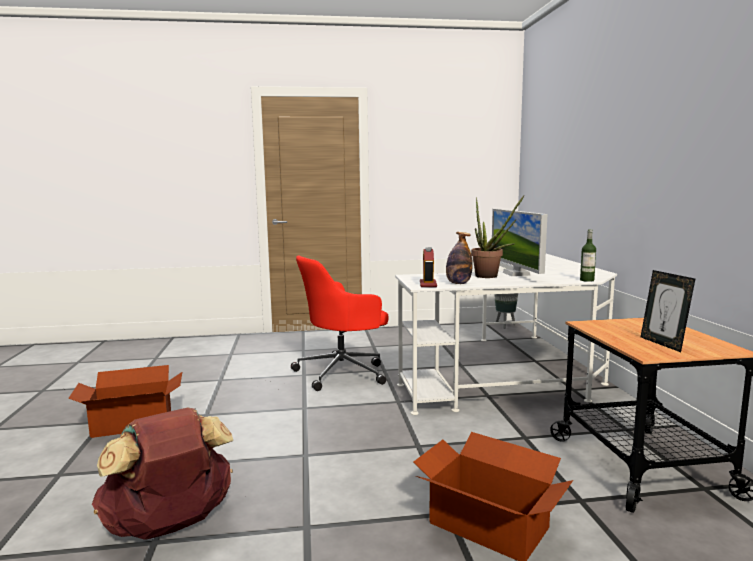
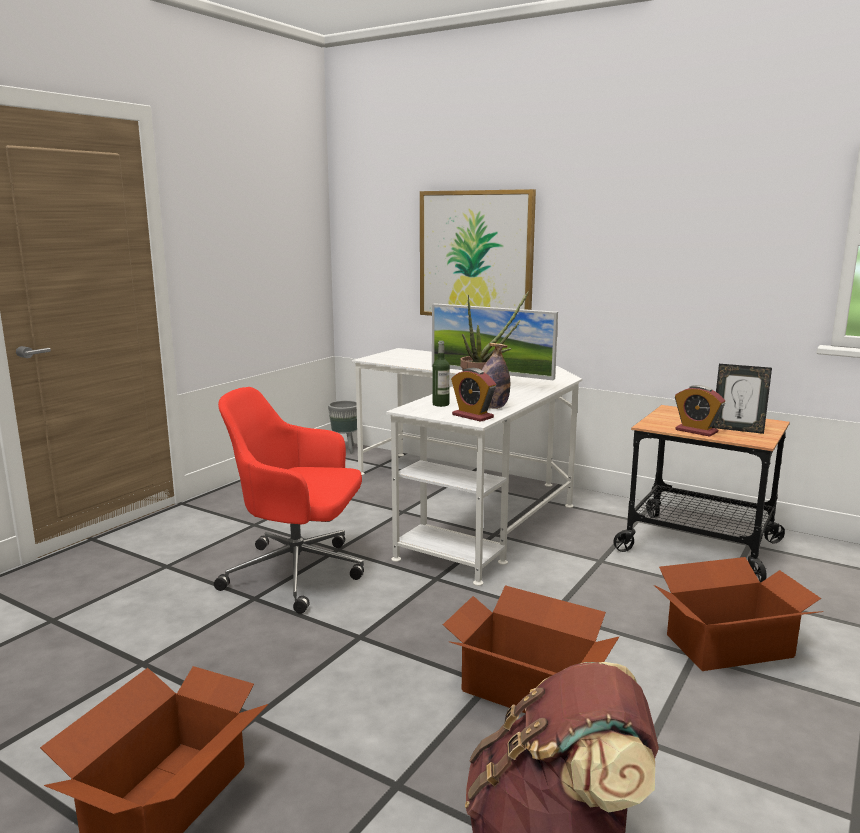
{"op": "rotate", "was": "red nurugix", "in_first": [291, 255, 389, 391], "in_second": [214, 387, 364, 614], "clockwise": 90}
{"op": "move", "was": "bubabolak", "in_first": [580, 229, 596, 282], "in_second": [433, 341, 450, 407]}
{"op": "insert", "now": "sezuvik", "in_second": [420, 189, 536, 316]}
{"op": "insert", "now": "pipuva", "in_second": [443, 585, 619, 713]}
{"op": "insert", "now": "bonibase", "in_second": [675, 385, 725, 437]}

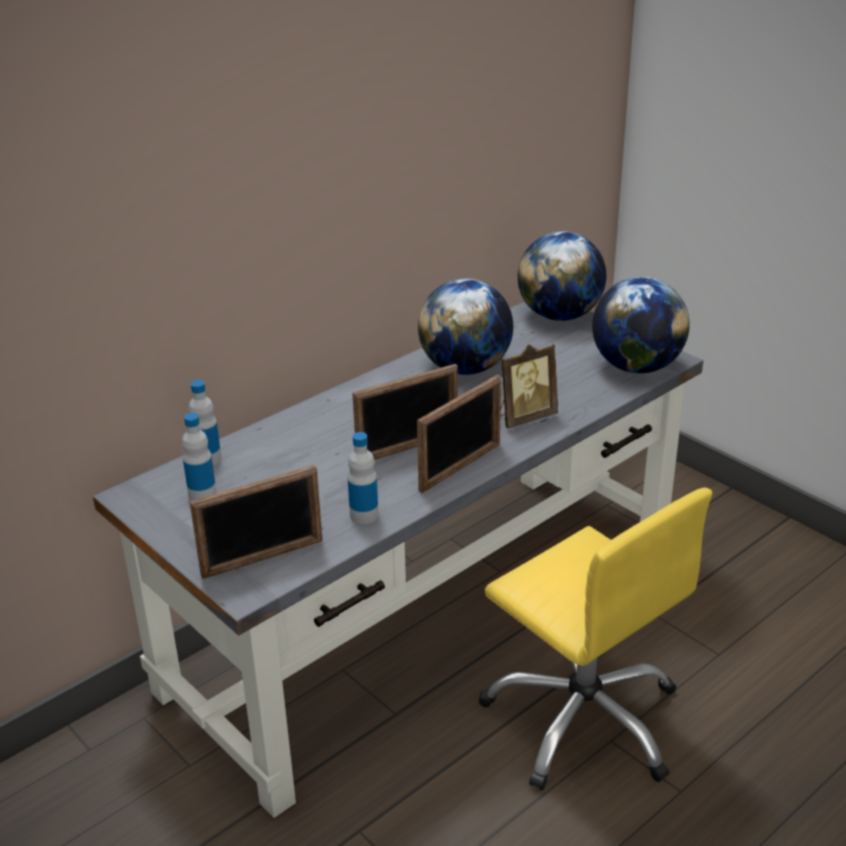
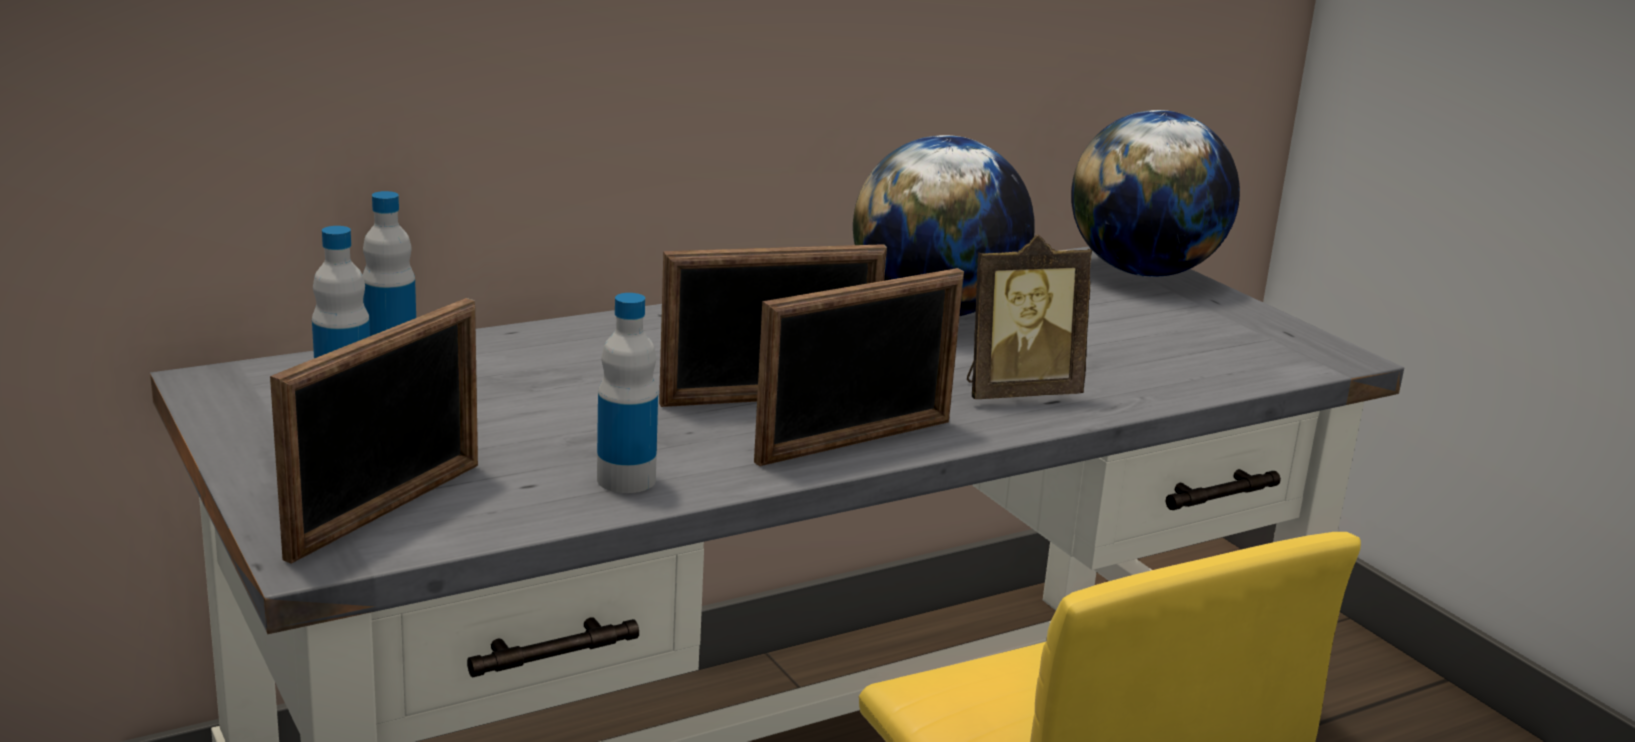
{"op": "rotate", "was": "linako", "in_first": [189, 465, 323, 579], "in_second": [270, 298, 478, 564], "clockwise": -45}
{"op": "delete", "was": "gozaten", "in_first": [592, 277, 690, 373]}

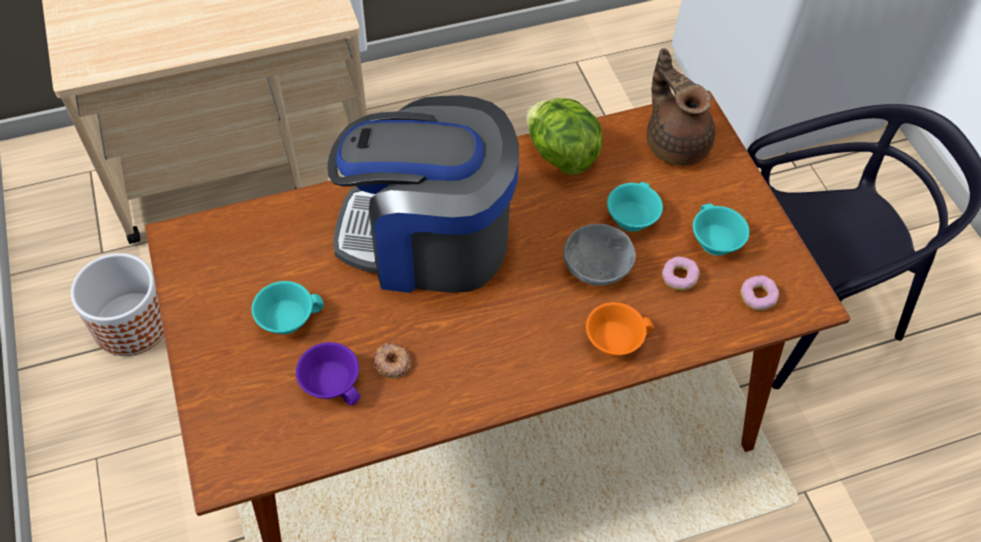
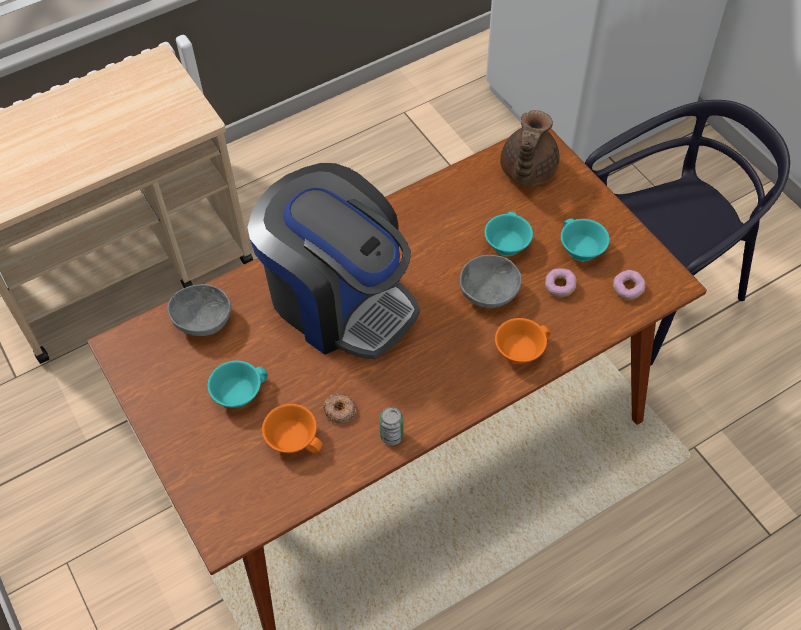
{"op": "delete", "was": "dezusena", "in_first": [71, 253, 164, 356]}
{"op": "recolor", "was": "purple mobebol", "now": "orange mobebol", "in_first": [296, 342, 360, 405], "in_second": [262, 404, 323, 454]}
{"op": "rotate", "was": "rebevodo", "in_first": [327, 95, 519, 293], "in_second": [247, 163, 420, 359], "clockwise": -135}
{"op": "delete", "was": "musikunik", "in_first": [526, 98, 603, 174]}
{"op": "rotate", "was": "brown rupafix", "in_first": [647, 48, 715, 166], "in_second": [500, 110, 559, 185], "clockwise": -120}
{"op": "insert", "now": "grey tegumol", "in_second": [168, 284, 231, 336]}
{"op": "insert", "now": "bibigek", "in_second": [379, 407, 404, 445]}

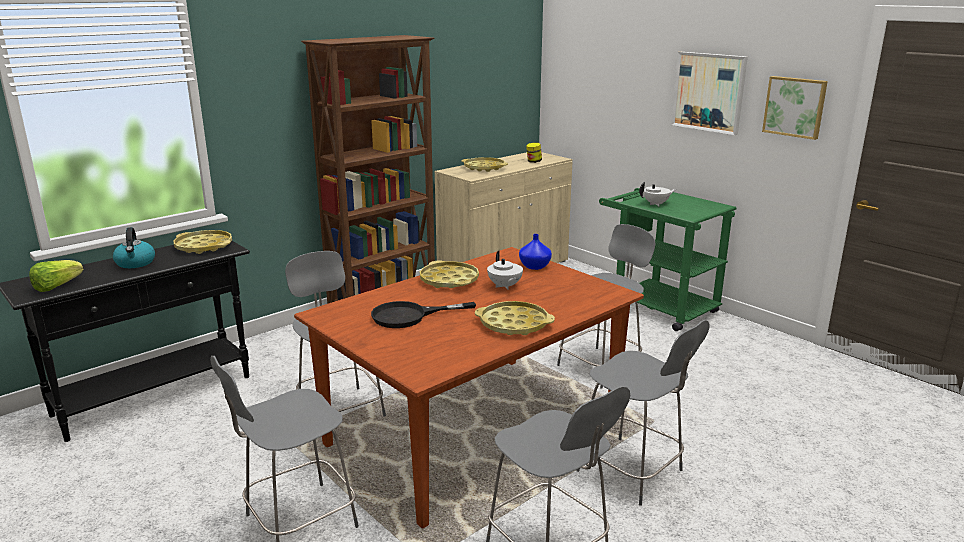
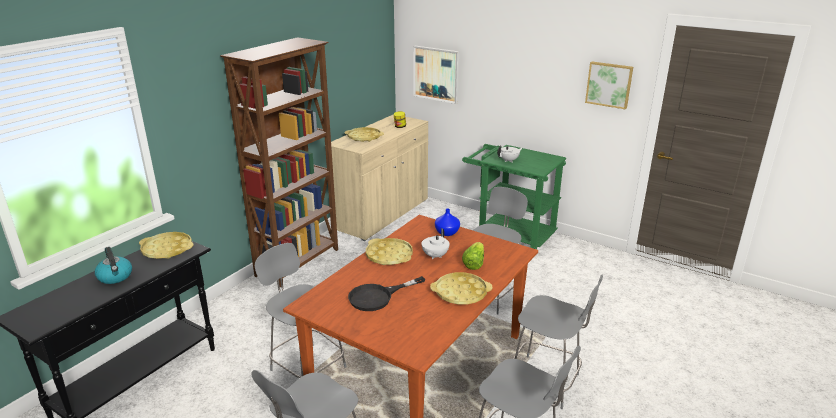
{"op": "move", "was": "musikunik", "in_first": [29, 260, 84, 292], "in_second": [462, 242, 484, 270]}
{"op": "rotate", "was": "white rupafix", "in_first": [487, 251, 523, 290], "in_second": [421, 228, 450, 260], "clockwise": 60}
{"op": "move", "was": "sezuvik", "in_first": [671, 52, 748, 135], "in_second": [413, 46, 459, 104]}

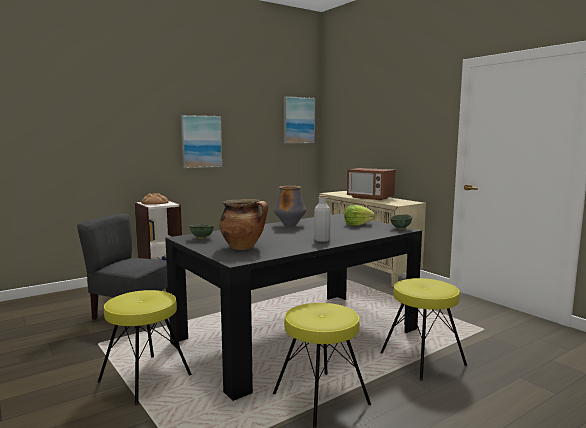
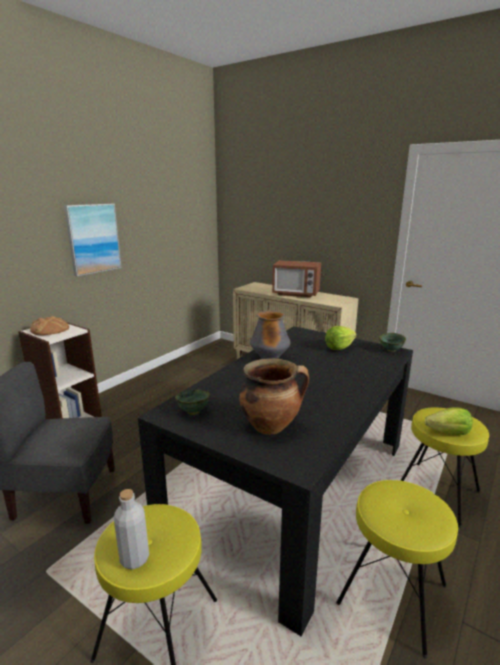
{"op": "delete", "was": "sezuvik", "in_first": [284, 96, 315, 143]}
{"op": "move", "was": "grey bubabolak", "in_first": [314, 195, 331, 242], "in_second": [114, 489, 149, 569]}
{"op": "insert", "now": "musikunik", "in_second": [425, 407, 473, 435]}

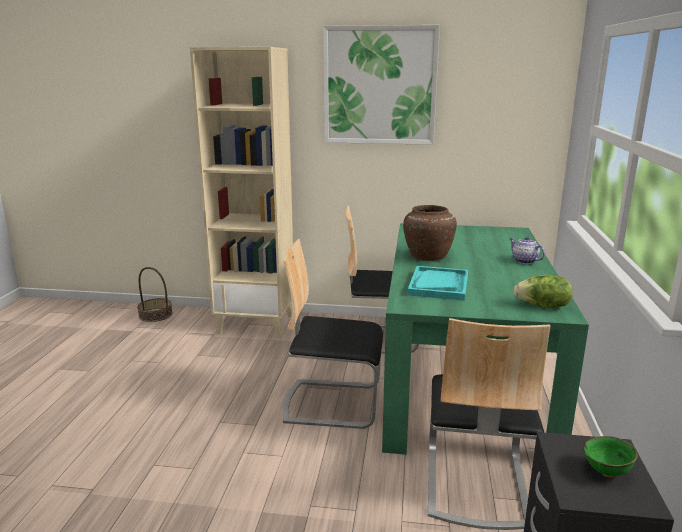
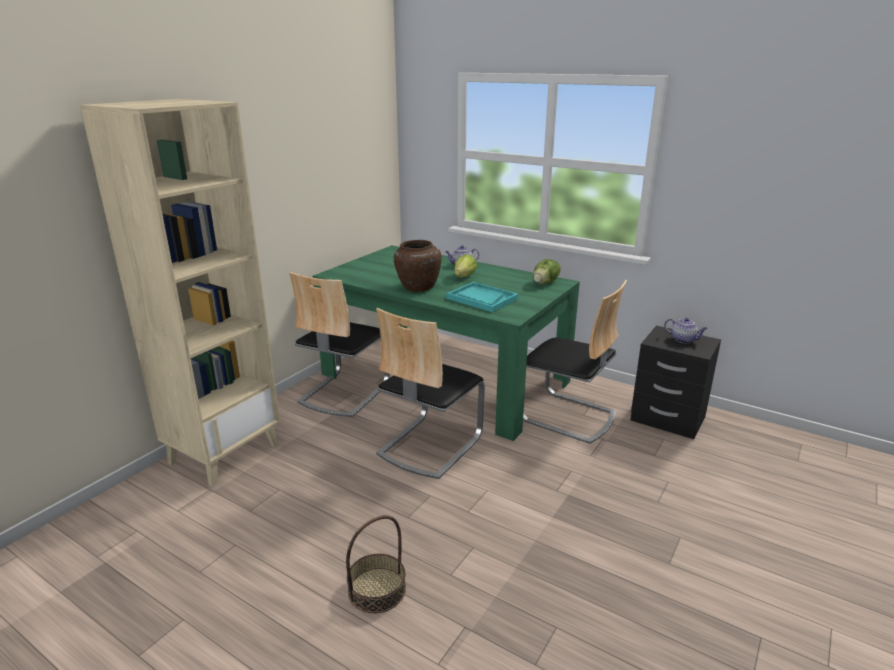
{"op": "move", "was": "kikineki", "in_first": [137, 267, 173, 322], "in_second": [346, 515, 406, 613]}
{"op": "delete", "was": "sezuvik", "in_first": [323, 25, 440, 145]}
{"op": "replace", "was": "green tegumol", "now": "rupafix", "in_first": [583, 436, 638, 478], "in_second": [664, 318, 708, 343]}
{"op": "insert", "now": "musikunik", "in_second": [454, 254, 477, 277]}

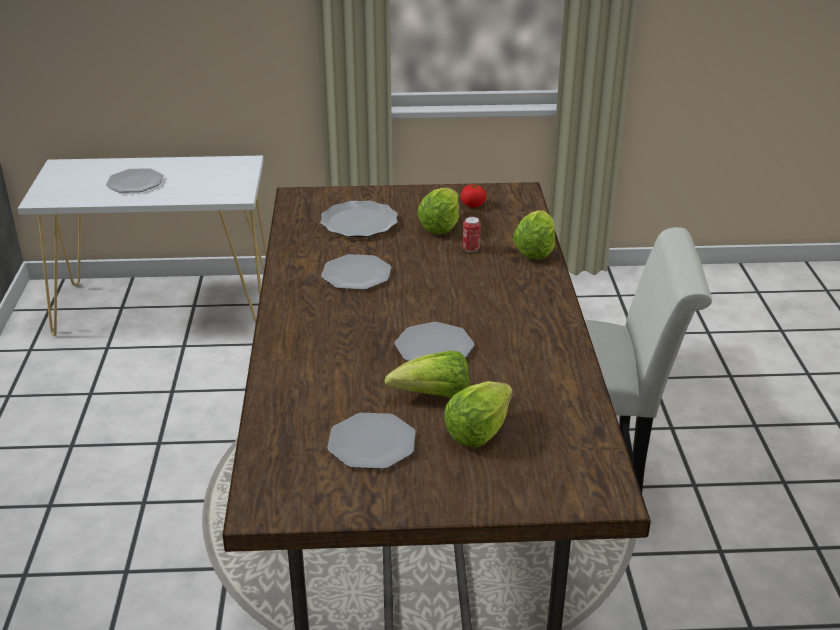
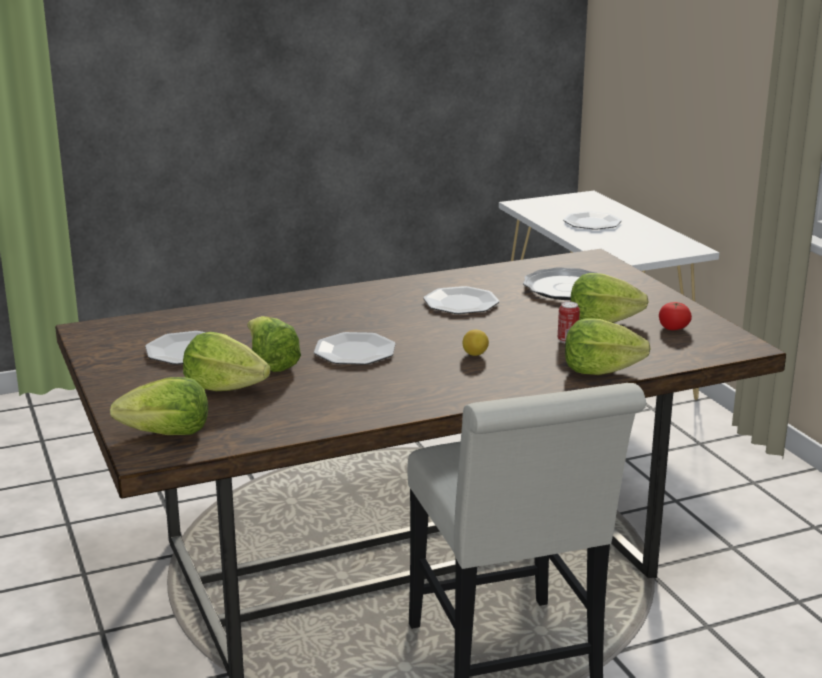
{"op": "insert", "now": "musikunik", "in_second": [110, 377, 208, 435]}
{"op": "insert", "now": "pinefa", "in_second": [463, 330, 489, 356]}

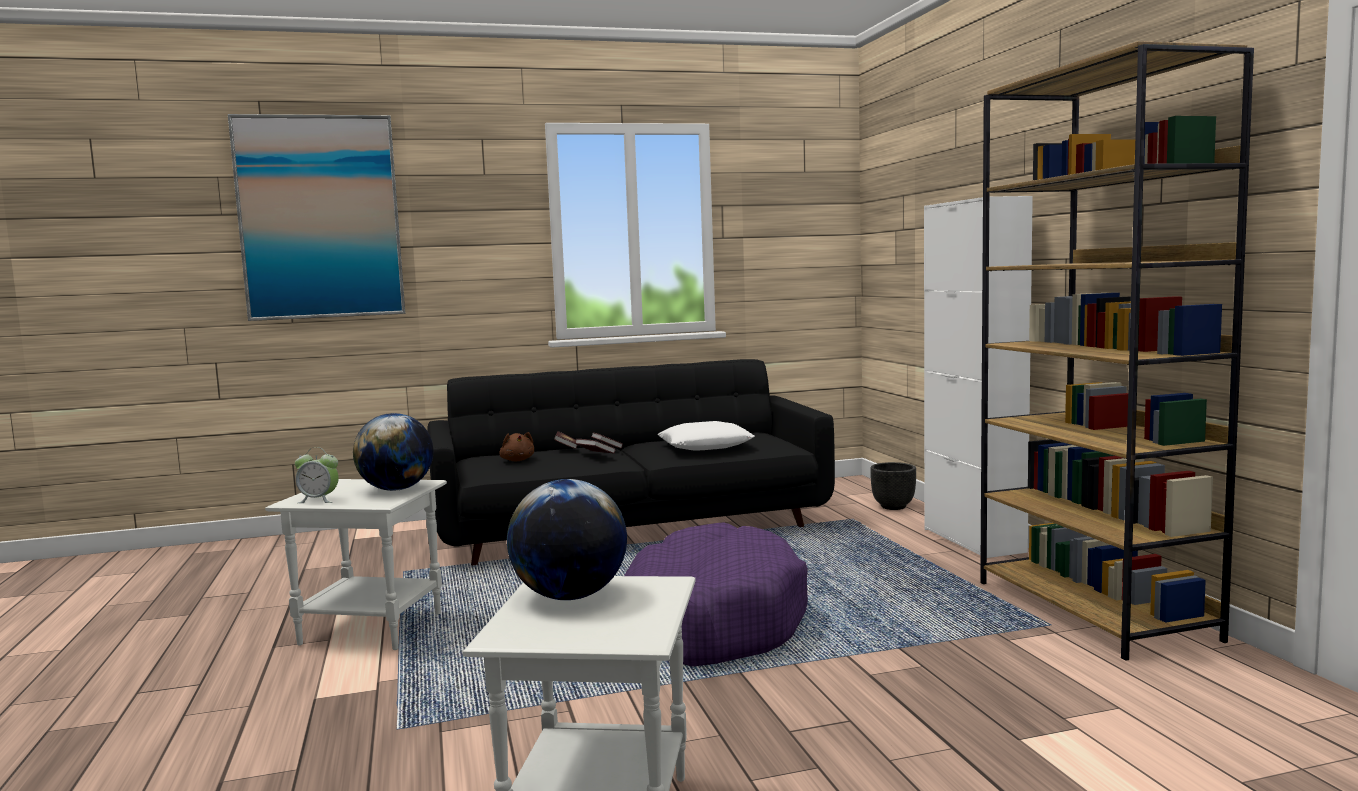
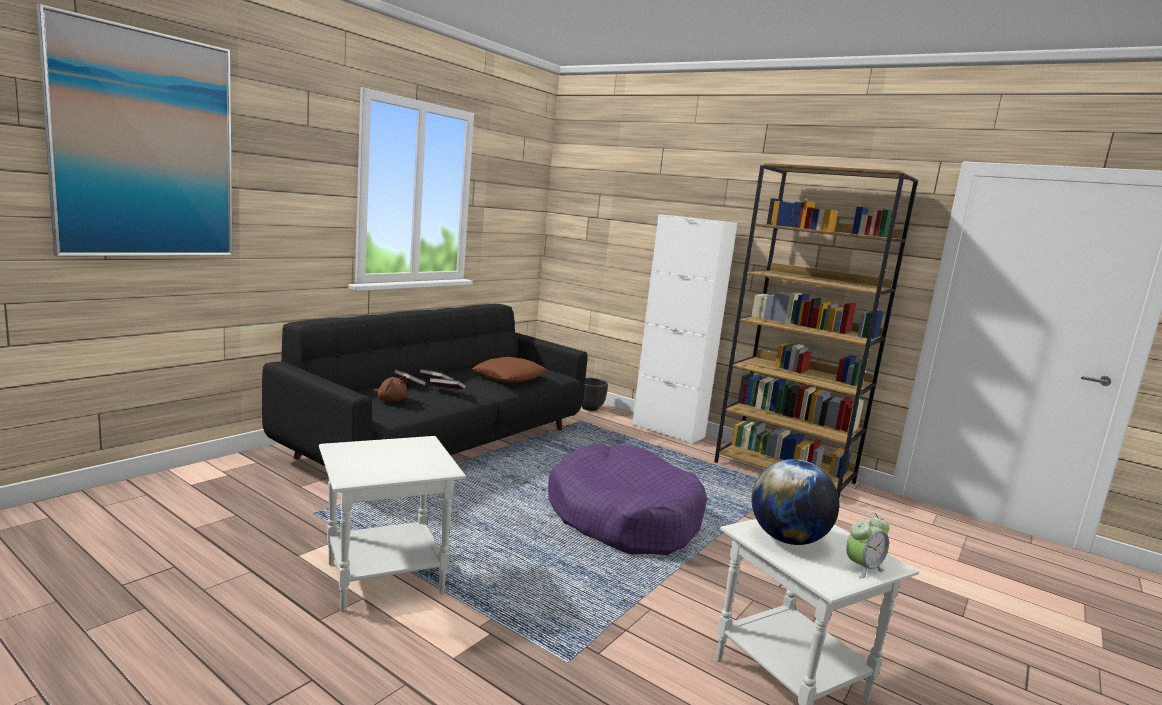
{"op": "move", "was": "bonibase", "in_first": [295, 447, 339, 503], "in_second": [846, 512, 889, 578]}
{"op": "delete", "was": "gozaten", "in_first": [353, 413, 433, 491]}
{"op": "recolor", "was": "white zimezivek", "now": "brown zimezivek", "in_first": [657, 421, 754, 451], "in_second": [472, 357, 547, 383]}

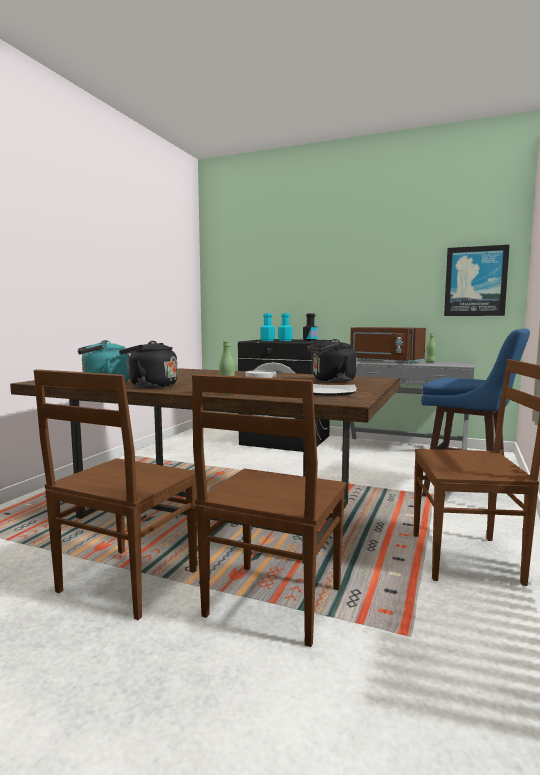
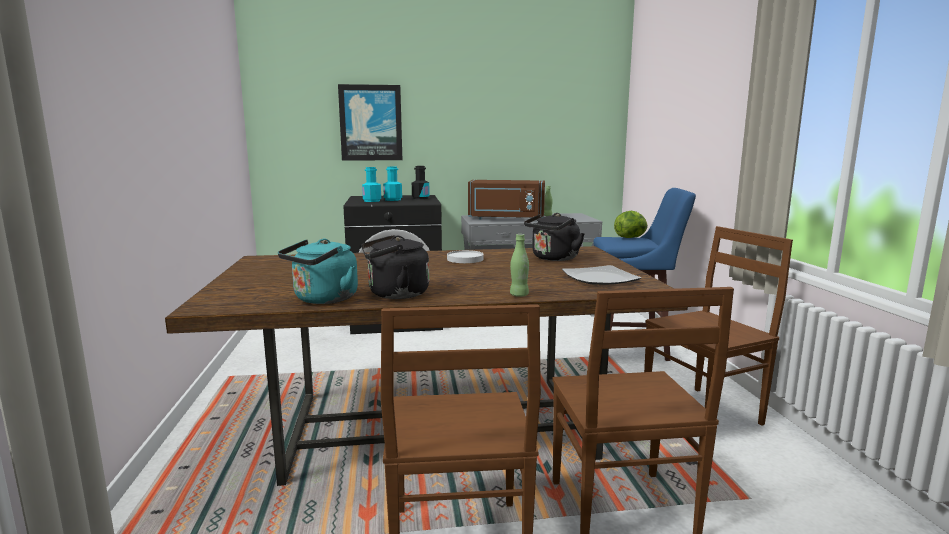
{"op": "move", "was": "sezuvik", "in_first": [444, 245, 509, 316], "in_second": [338, 84, 402, 161]}
{"op": "insert", "now": "musikunik", "in_second": [614, 211, 648, 238]}

